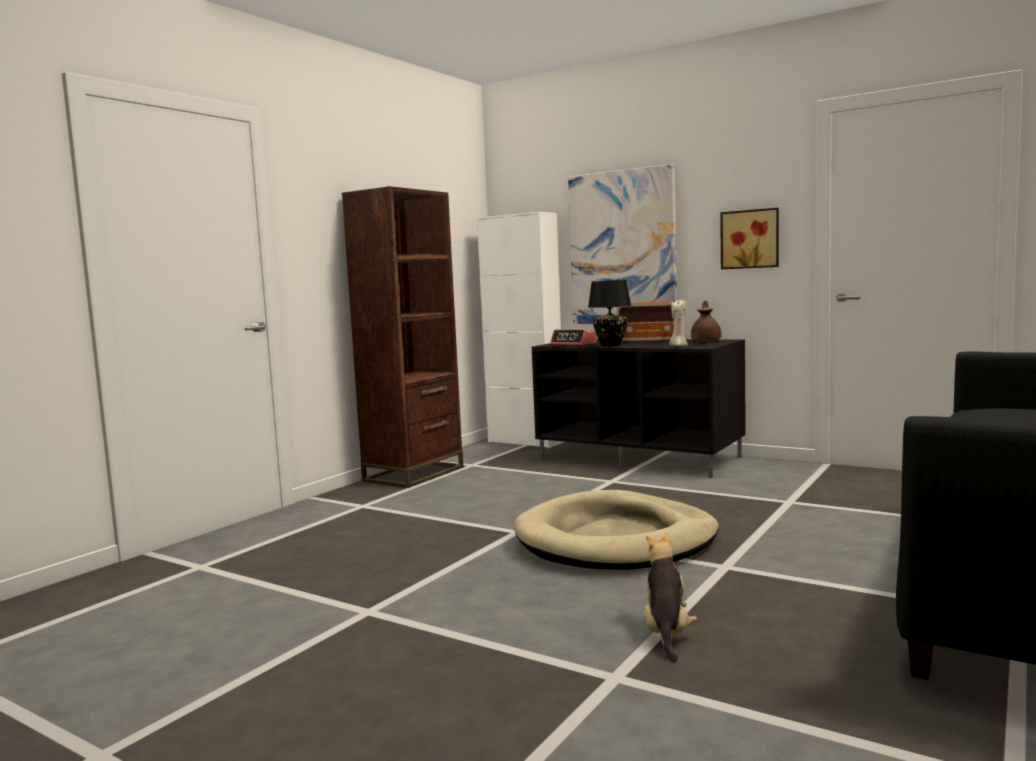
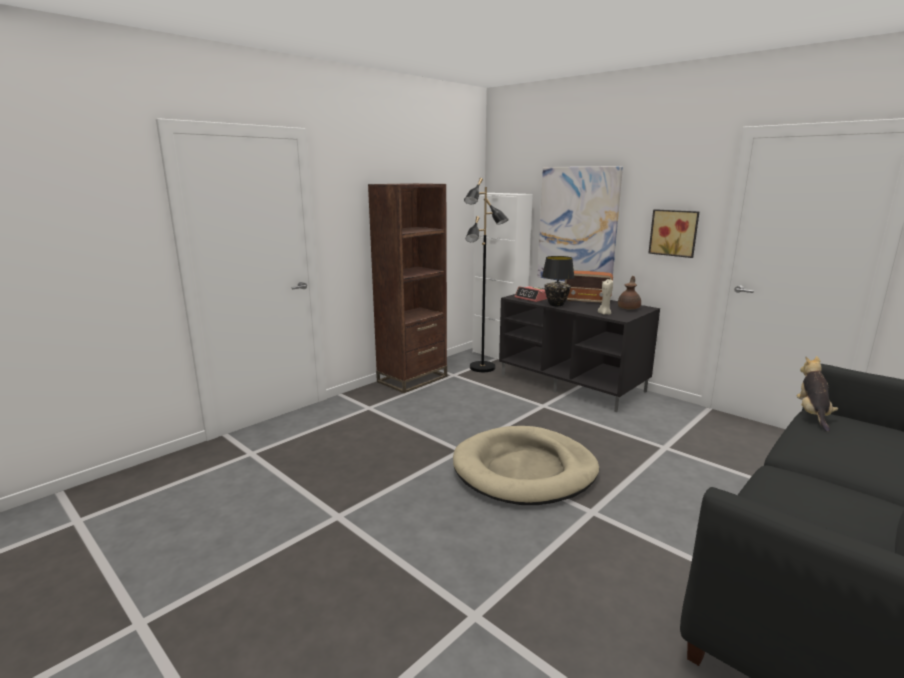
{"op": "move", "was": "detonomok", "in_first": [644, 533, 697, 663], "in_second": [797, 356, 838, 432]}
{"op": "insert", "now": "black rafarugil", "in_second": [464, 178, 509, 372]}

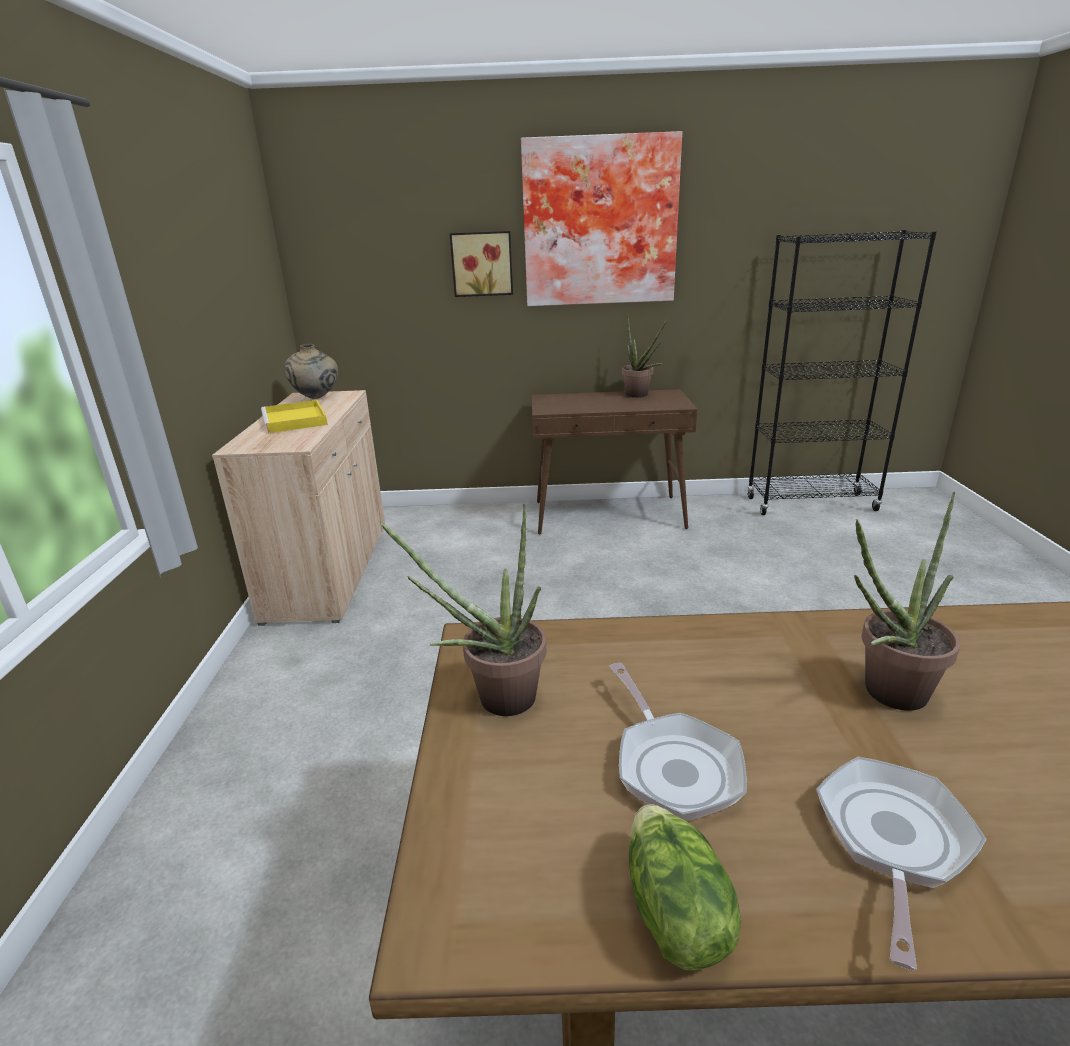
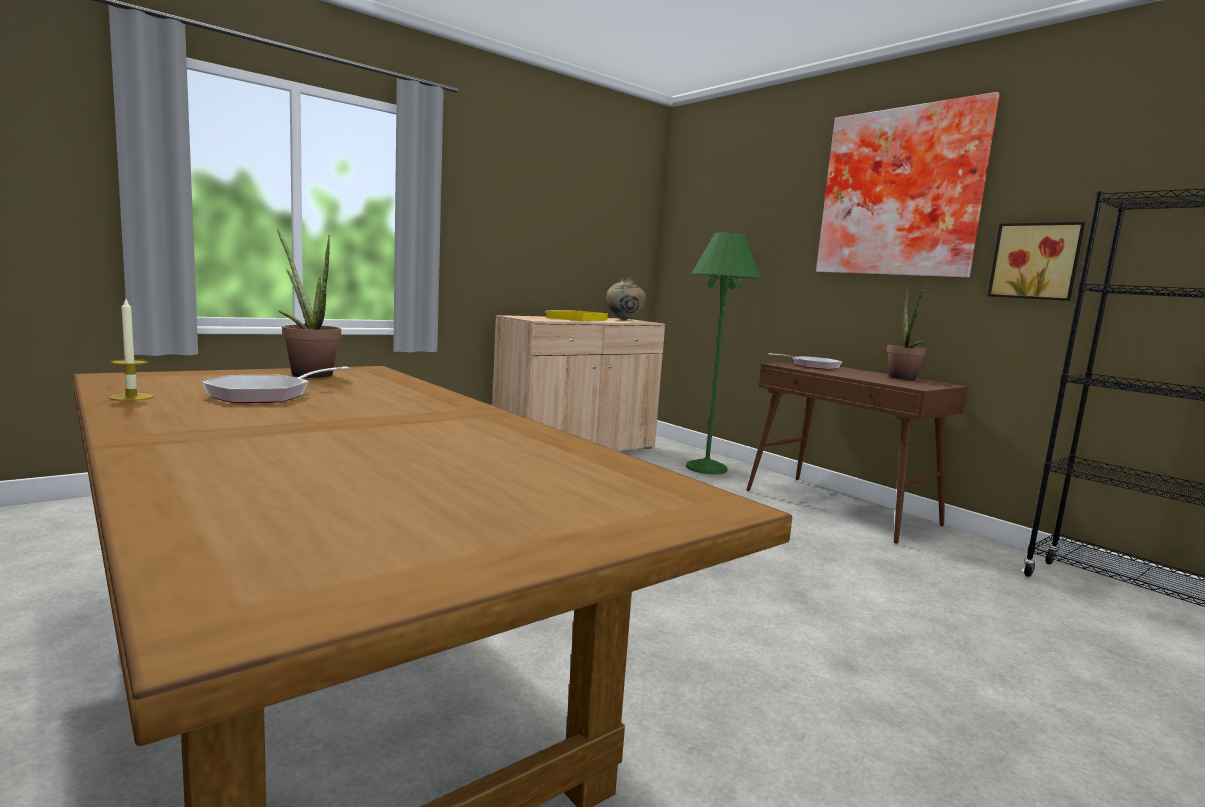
{"op": "move", "was": "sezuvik", "in_first": [450, 231, 513, 297], "in_second": [988, 222, 1085, 301]}
{"op": "replace", "was": "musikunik", "now": "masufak", "in_first": [629, 804, 741, 970], "in_second": [109, 297, 154, 401]}
{"op": "move", "was": "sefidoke", "in_first": [816, 757, 986, 970], "in_second": [768, 353, 842, 369]}
{"op": "delete", "was": "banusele", "in_first": [854, 492, 960, 711]}
{"op": "insert", "now": "green rafarugil", "in_second": [686, 233, 761, 474]}

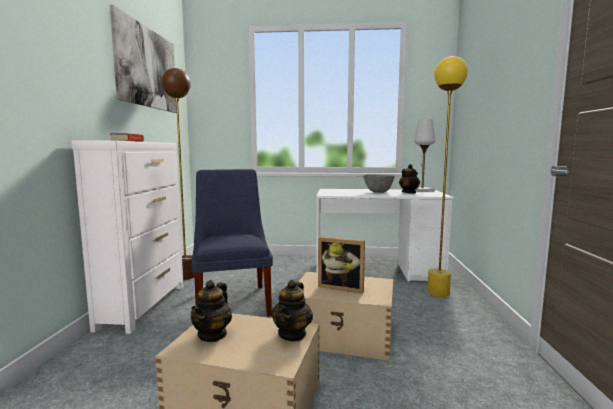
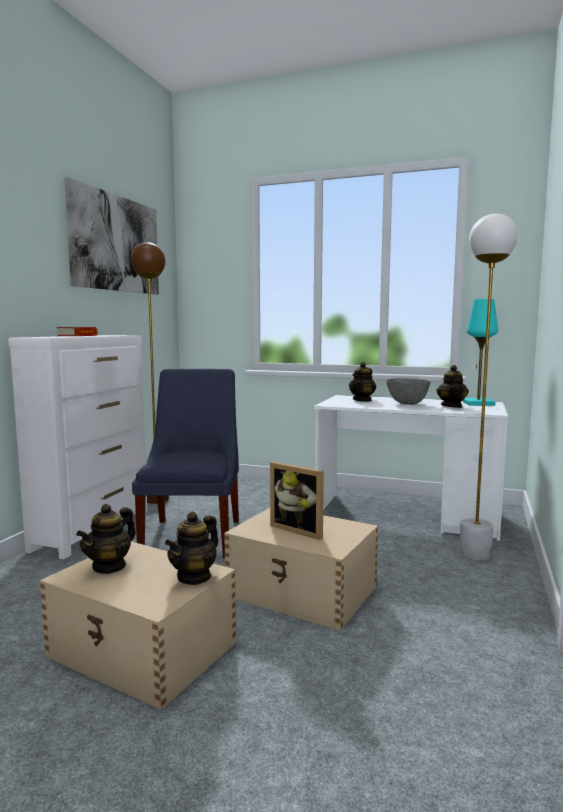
{"op": "recolor", "was": "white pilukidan", "now": "turquoise pilukidan", "in_first": [414, 119, 435, 192], "in_second": [462, 299, 498, 406]}
{"op": "recolor", "was": "yellow rafarugil", "now": "white rafarugil", "in_first": [427, 56, 468, 297], "in_second": [459, 214, 518, 560]}
{"op": "insert", "now": "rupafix", "in_second": [349, 362, 376, 402]}

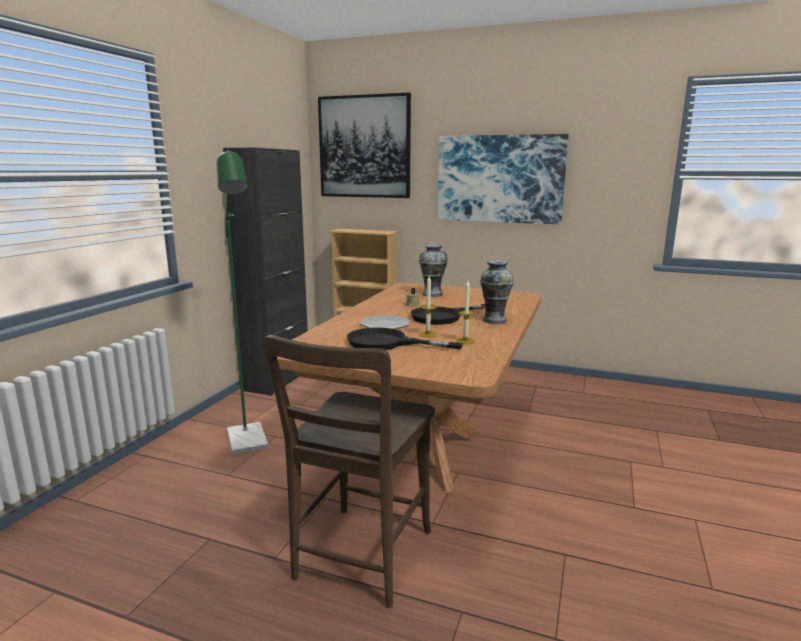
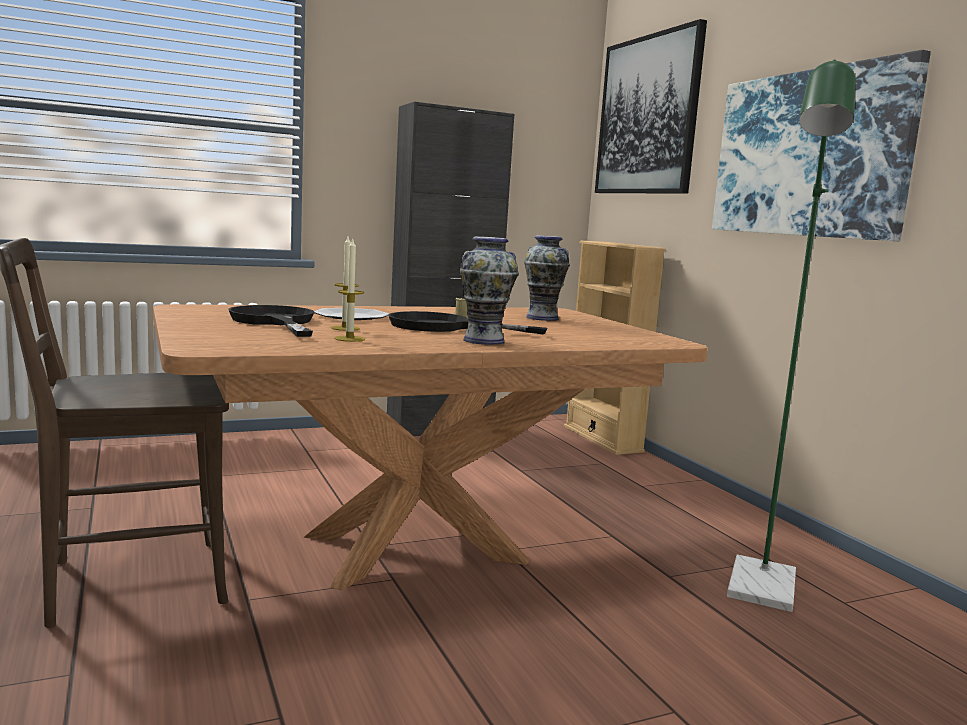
{"op": "move", "was": "green rafarugil", "in_first": [216, 149, 268, 455], "in_second": [727, 60, 856, 612]}

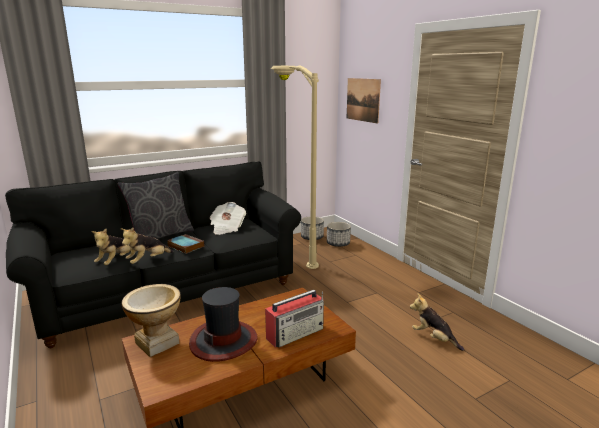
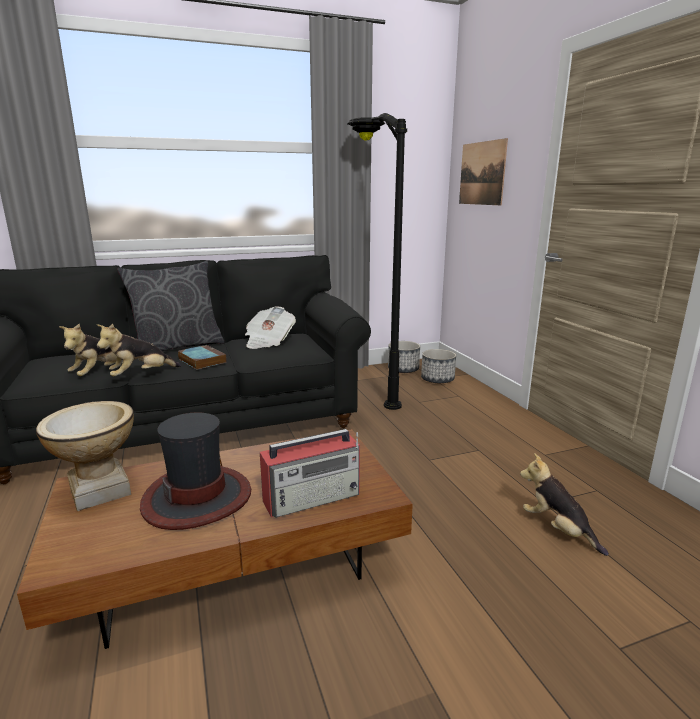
{"op": "recolor", "was": "beige rafarugil", "now": "black rafarugil", "in_first": [271, 66, 319, 269], "in_second": [347, 113, 407, 410]}

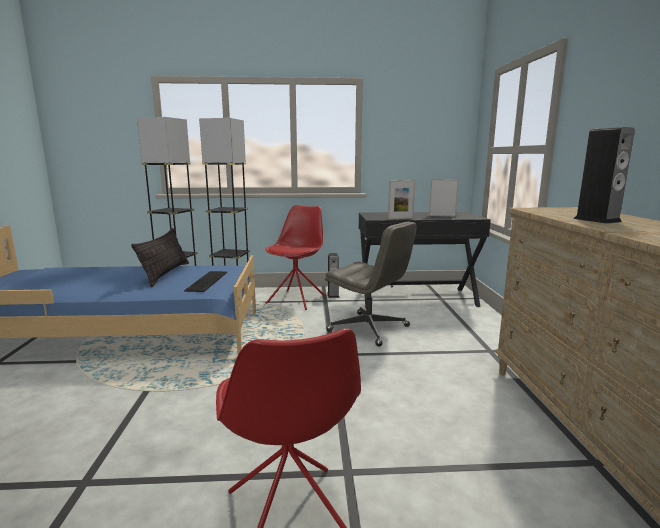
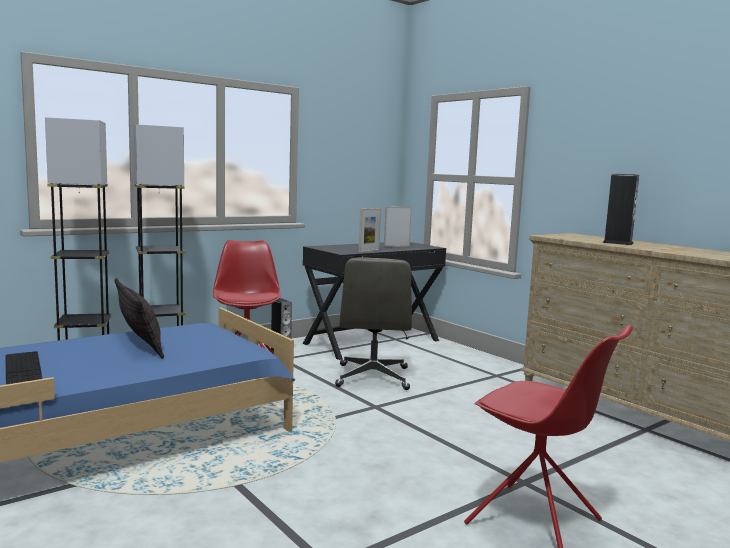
{"op": "move", "was": "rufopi", "in_first": [184, 271, 227, 292], "in_second": [5, 351, 43, 385]}
{"op": "rotate", "was": "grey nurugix", "in_first": [325, 221, 417, 346], "in_second": [335, 257, 412, 390], "clockwise": 90}

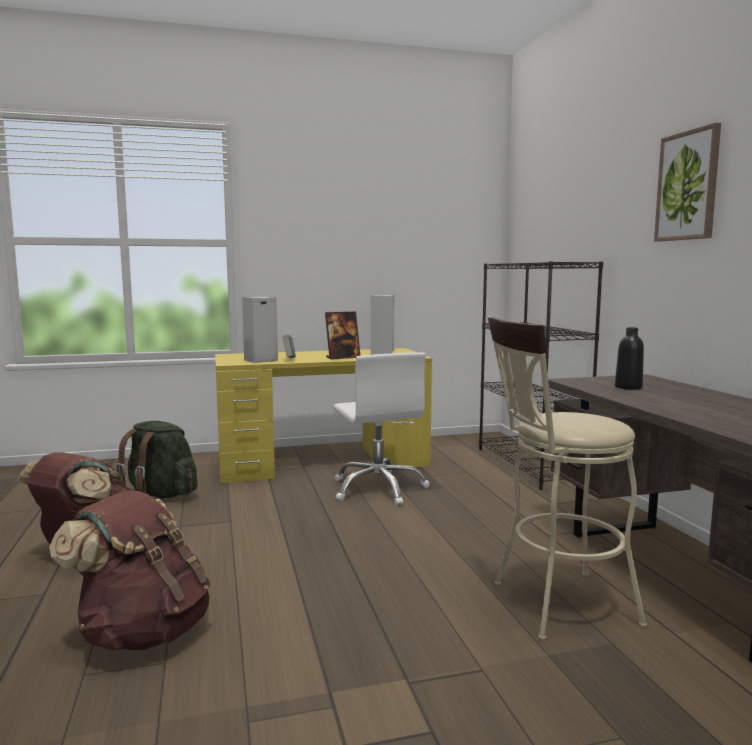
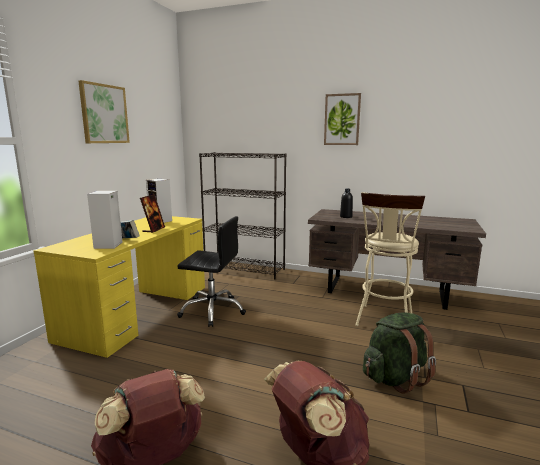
{"op": "move", "was": "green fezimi", "in_first": [116, 421, 198, 500], "in_second": [363, 312, 436, 394]}
{"op": "recolor", "was": "white nurugix", "now": "black nurugix", "in_first": [334, 352, 429, 506], "in_second": [177, 216, 246, 327]}
{"op": "insert", "now": "sezuvik", "in_second": [78, 80, 130, 143]}

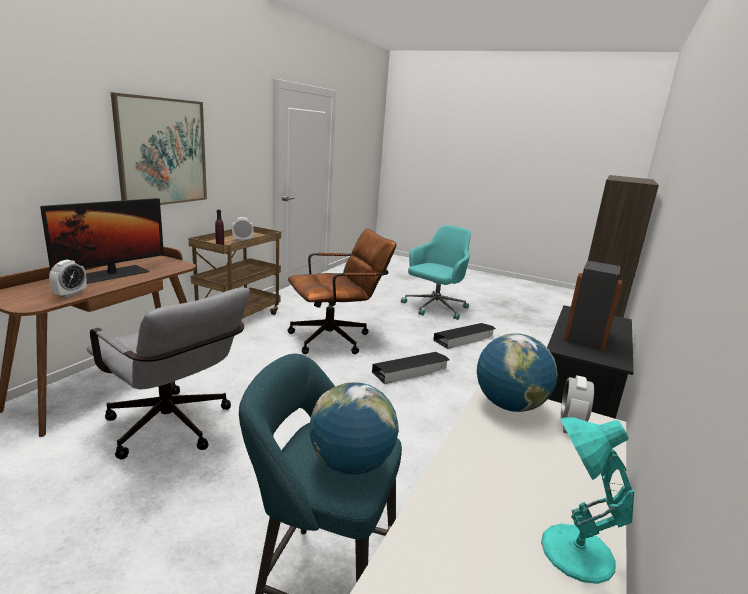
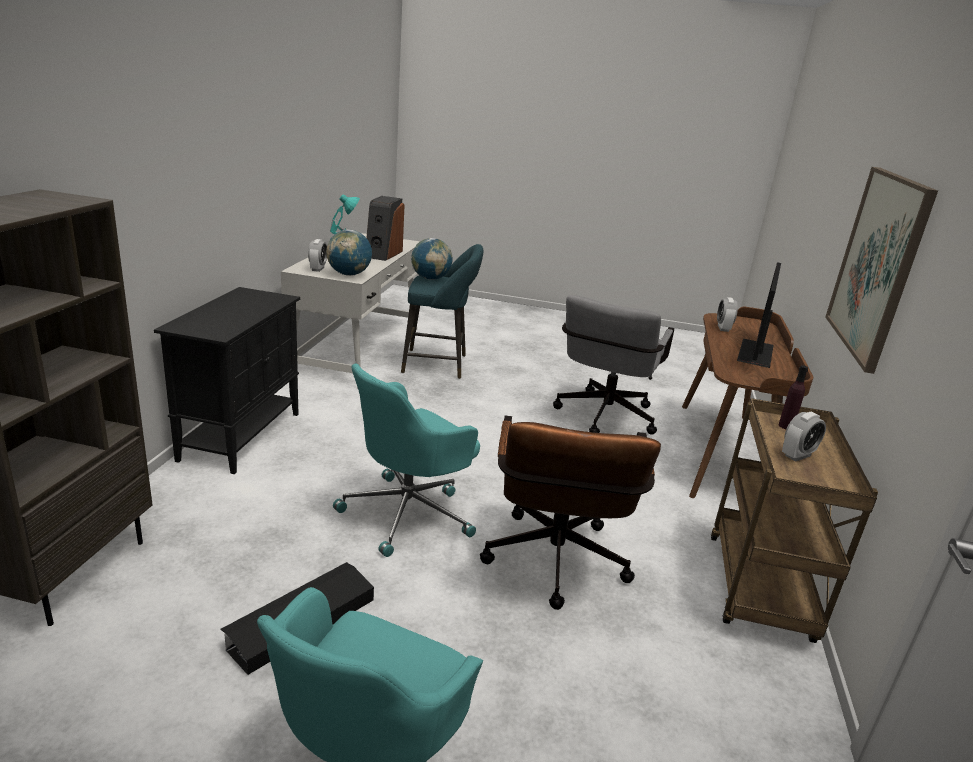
{"op": "rotate", "was": "grey nurugix", "in_first": [87, 288, 250, 459], "in_second": [553, 295, 674, 435], "clockwise": -90}
{"op": "rotate", "was": "brown nurugix", "in_first": [288, 228, 396, 354], "in_second": [480, 415, 661, 610], "clockwise": -45}
{"op": "replace", "was": "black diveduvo", "now": "turquoise nurugix", "in_first": [372, 352, 449, 384], "in_second": [333, 364, 480, 557]}
{"op": "move", "was": "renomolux", "in_first": [563, 260, 622, 351], "in_second": [366, 196, 404, 261]}

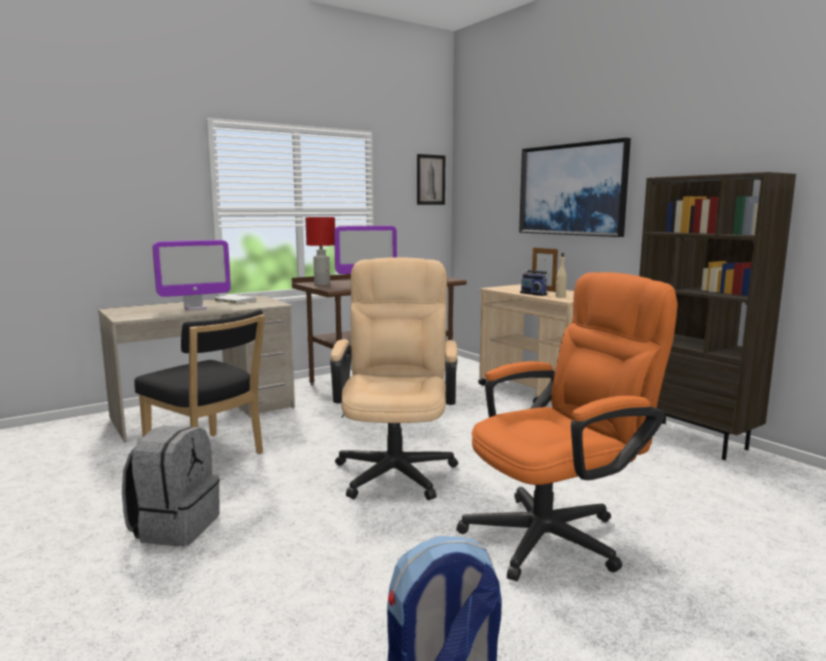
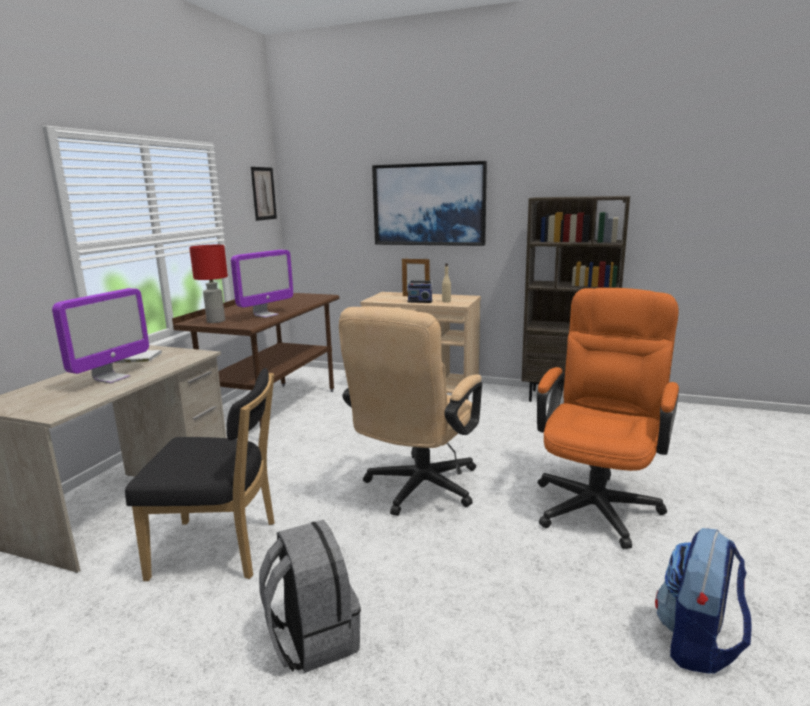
{"op": "rotate", "was": "beige nurugix", "in_first": [330, 257, 458, 500], "in_second": [339, 306, 482, 516], "clockwise": -120}

